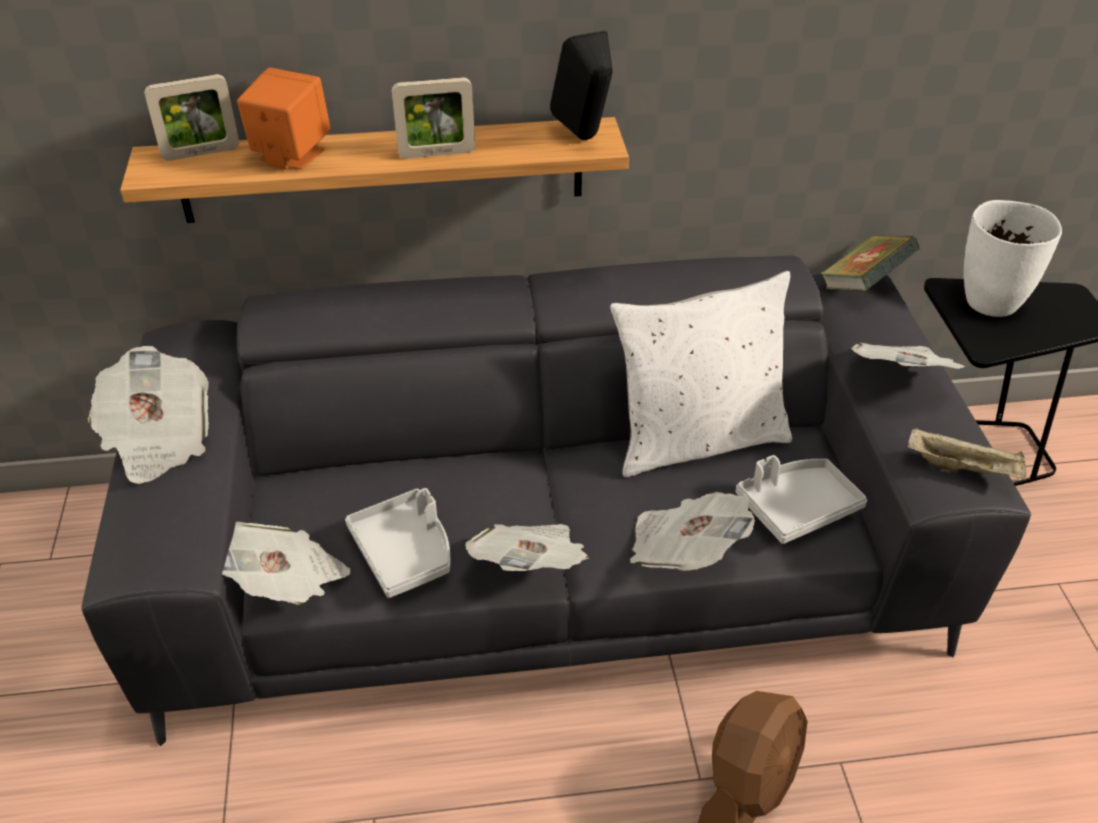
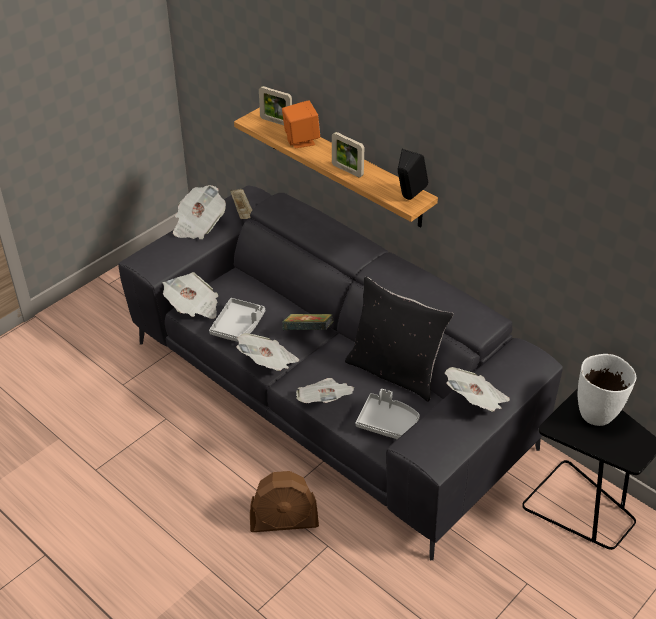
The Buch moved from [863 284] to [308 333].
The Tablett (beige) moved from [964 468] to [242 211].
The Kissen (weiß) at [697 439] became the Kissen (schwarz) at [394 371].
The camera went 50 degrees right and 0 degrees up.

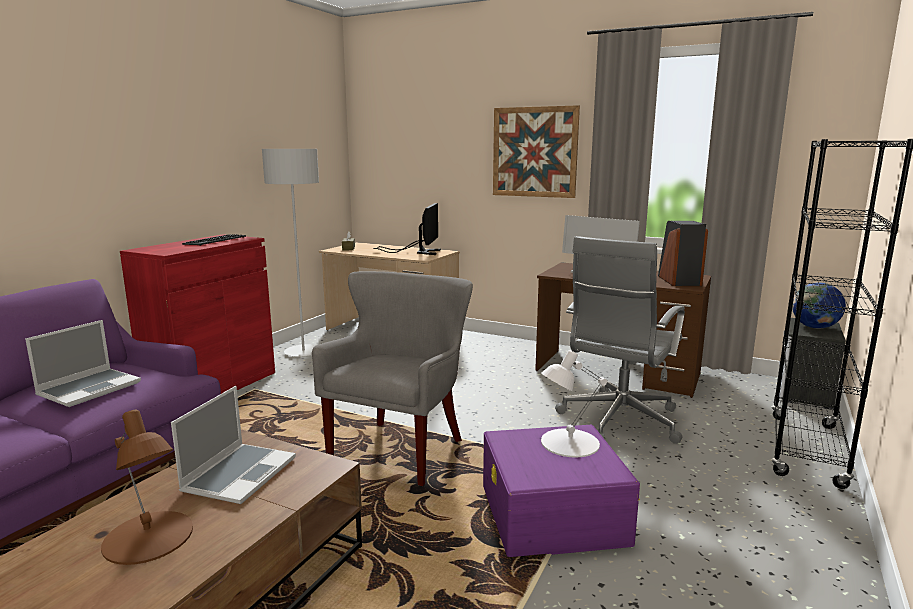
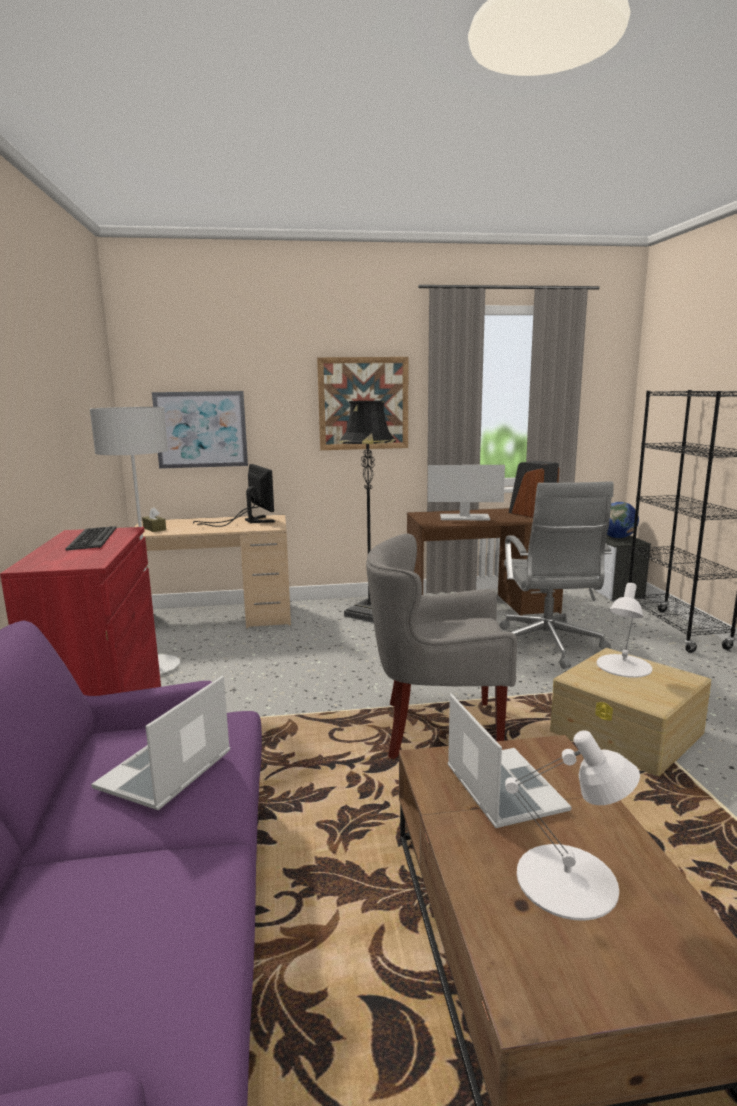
The Bild at [201 429] appeared.
The Stehlampe (schwarz) at [370 614] appeared.
The Tischlampe (braun) at [148 538] became the Tischlampe (weiß) at [568 881].
The Aufbewahrungsbox (lila) at [552 514] became the Aufbewahrungsbox (beige) at [627 733].
The Laptop at [90 388] turned 150 degrees counterclockwise.
The Sessel (grau) at [400 450] turned 75 degrees counterclockwise.
The camera went 35 degrees left and 0 degrees up.

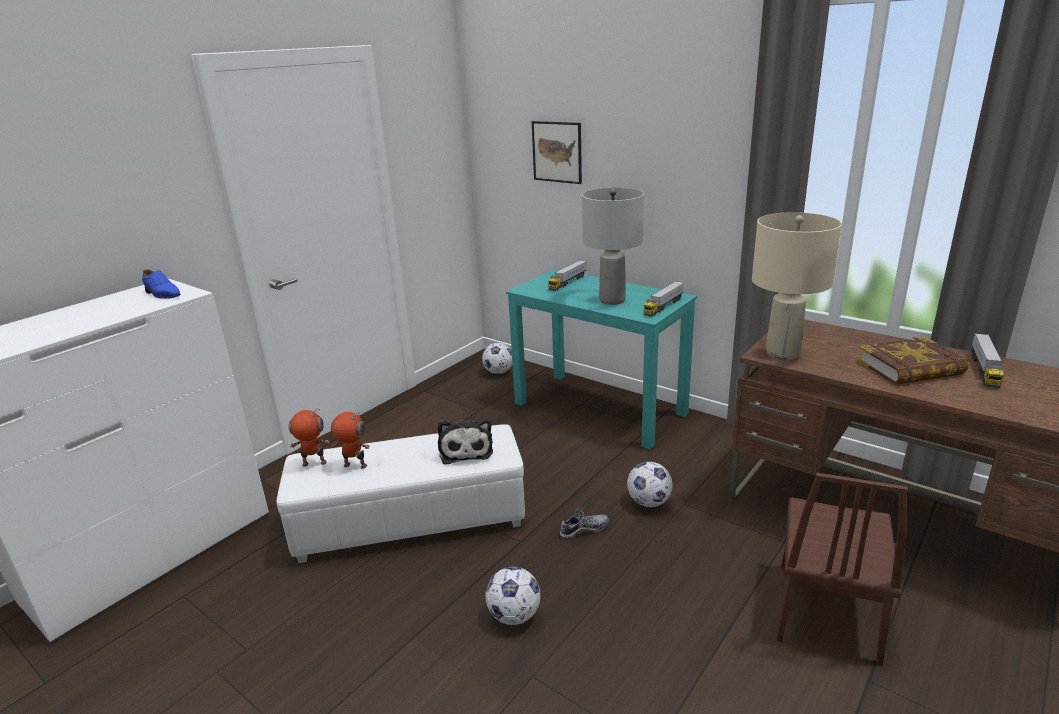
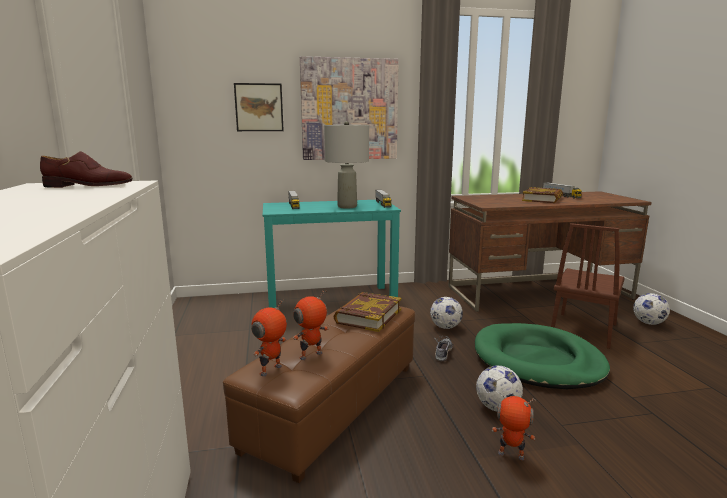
The Tischlampe (beige) at [782 353] disappeared.
The Bild at [349 109] appeared.
The Hundebett (grün) at [537 361] appeared.
The Spielzeugroboter at [511 456] appeared.
The Fußball moved from [499 372] to [648 323].
The Plüschtier at [466 450] was replaced by the Buch at [368 316].
The Schuh (blau) at [162 294] became the Schuh (braun) at [89 186].
The Polsterhocker (weiß) at [411 520] became the Polsterhocker (braun) at [334 404].
The Stuhl (braun) at [827 610] turned 60 degrees clockwise.
The camera went 50 degrees left and 10 degrees down.

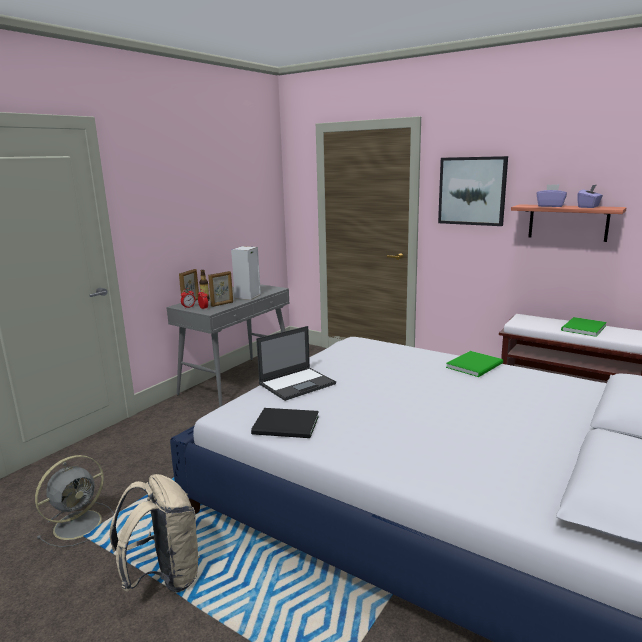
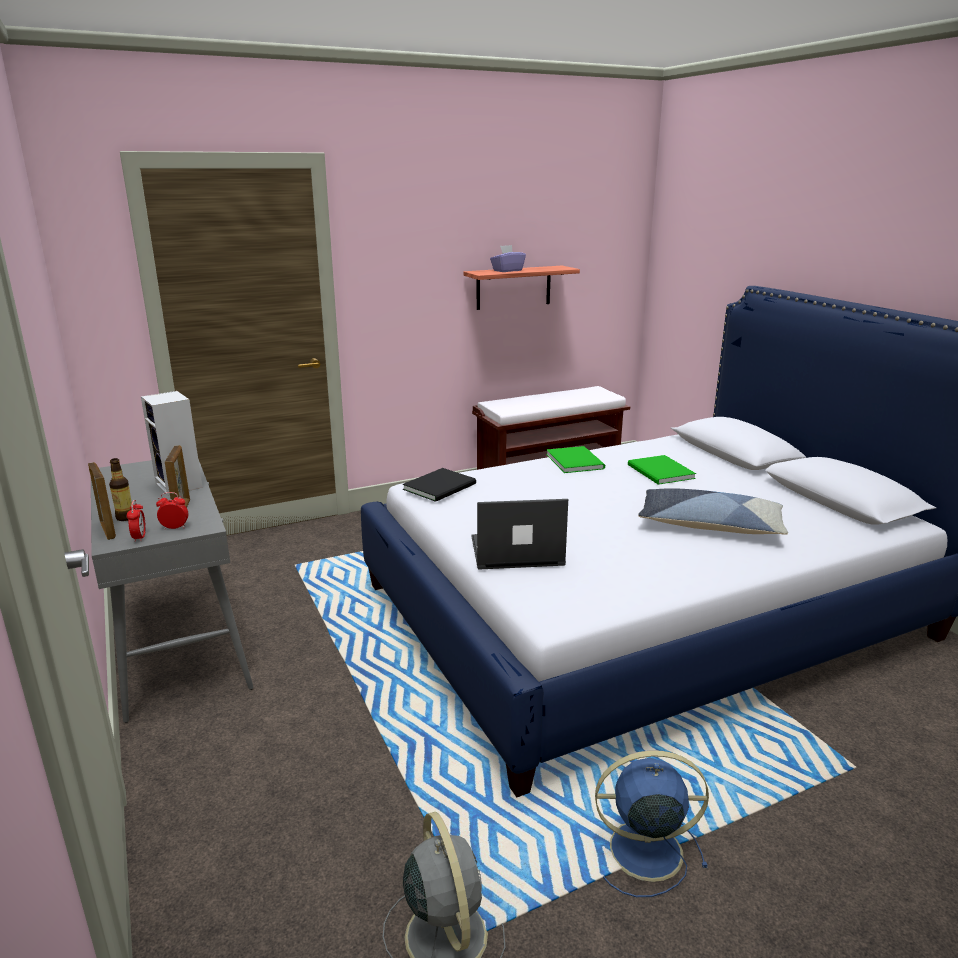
The Bild at [472 191] disappeared.
The Taschentuchbox (lila) at [588 207] disappeared.
The Kissen at [709 525] appeared.
The Buch (schwarz) moved from [287 426] to [442 486].
The Buch (grün) moved from [582 328] to [660 472].
The Rucksack (beige) at [164 577] was replaced by the Ventilator (blau) at [641 850].
The Laptop at [297 383] turned 90 degrees counterclockwise.
The camera went 60 degrees left and 5 degrees up.

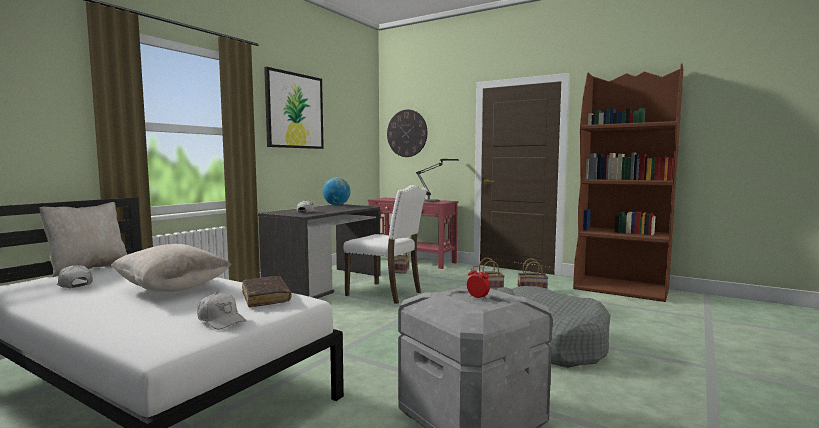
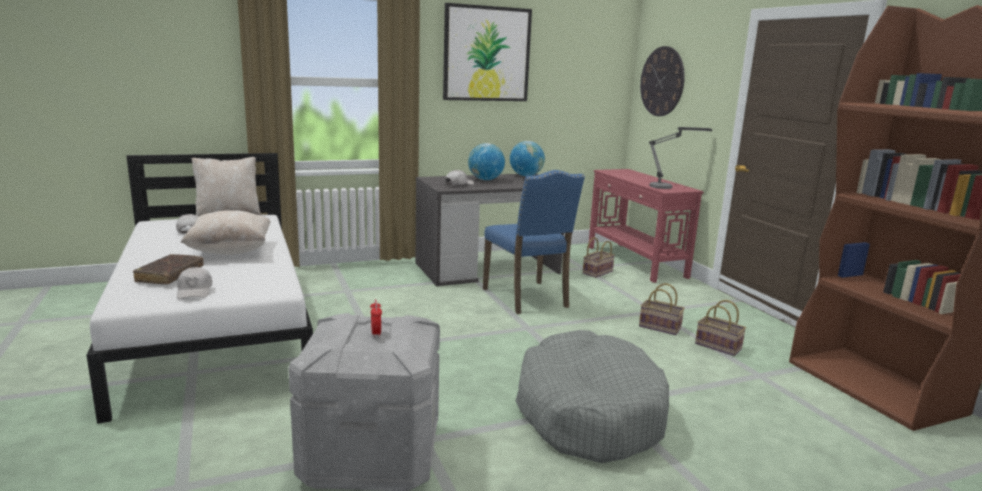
The Globus at [485 180] appeared.
The Buch (braun) moved from [266 297] to [170 275].
The Stuhl (weiß) at [386 293] became the Stuhl (blau) at [527 298].
The camera went 35 degrees right and 10 degrees up.

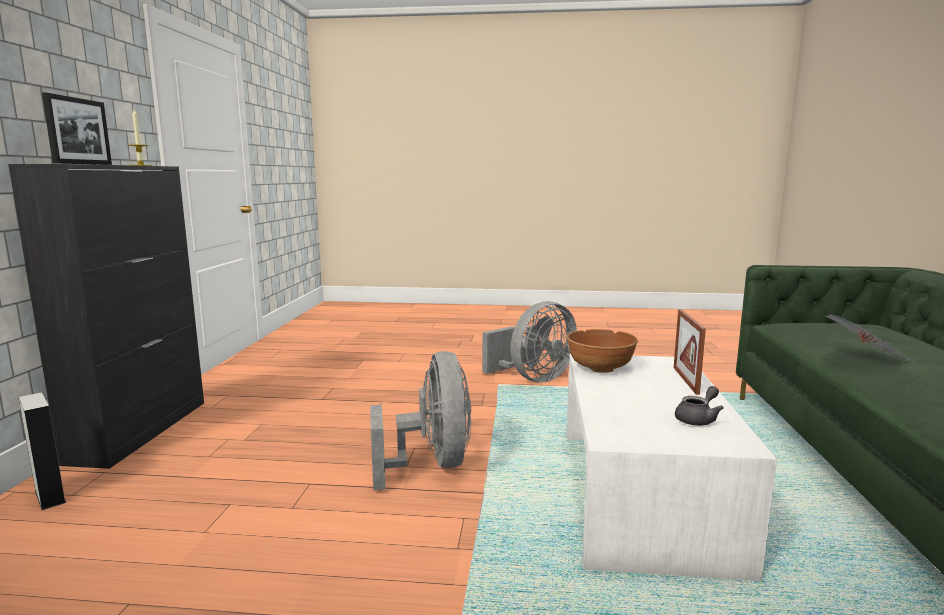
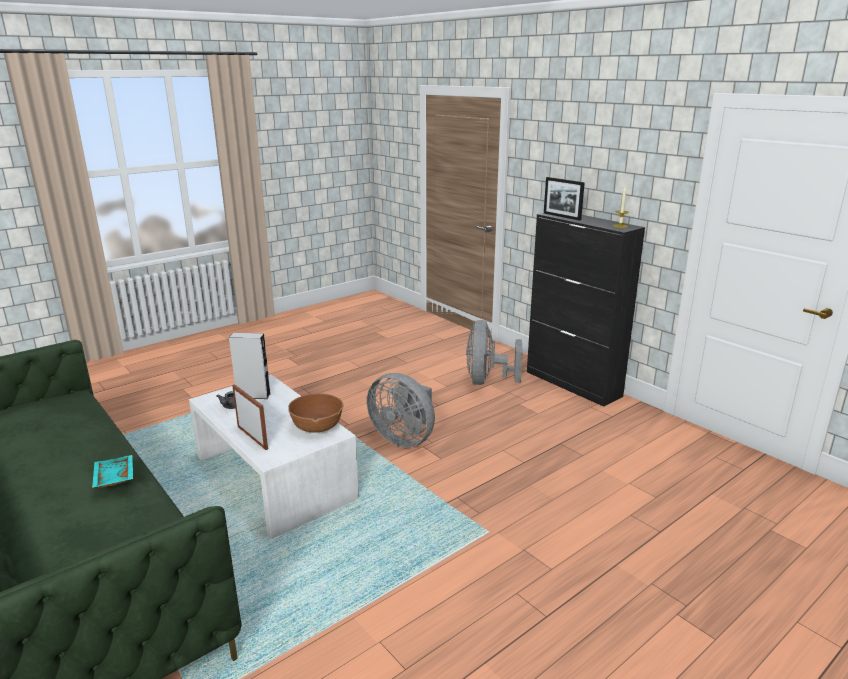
The Lautsprecher (grau) moved from [50 496] to [253 395].
The Ventilator (grau) moved from [533 378] to [487 380].
The Zeitung at [866 357] was replaced by the Tablett (türkis) at [113 478].
The camera went 135 degrees right and 10 degrees up.

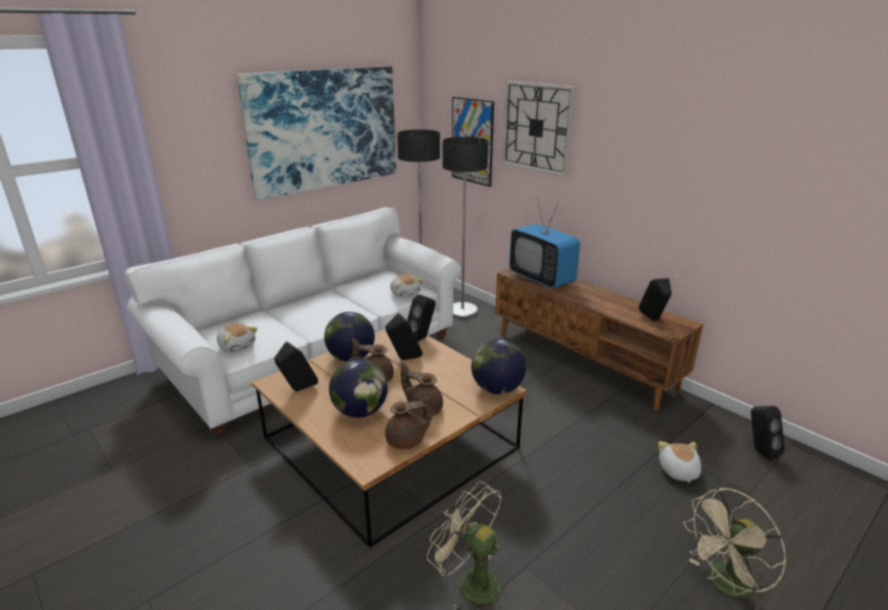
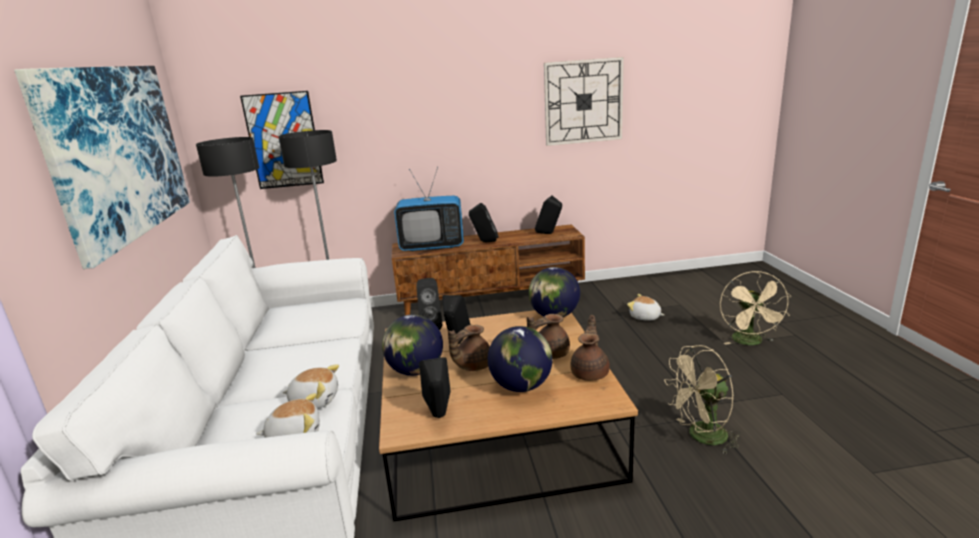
The Plüschtier moved from [405 293] to [315 400].
The Wanduhr moved from [537 127] to [583 101].
The Lautsprecher (schwarz) moved from [759 451] to [484 242].
The camera went 55 degrees left and 5 degrees down.

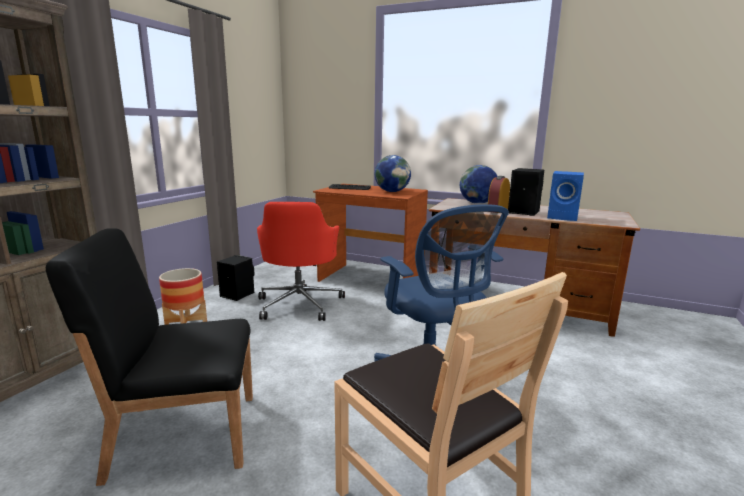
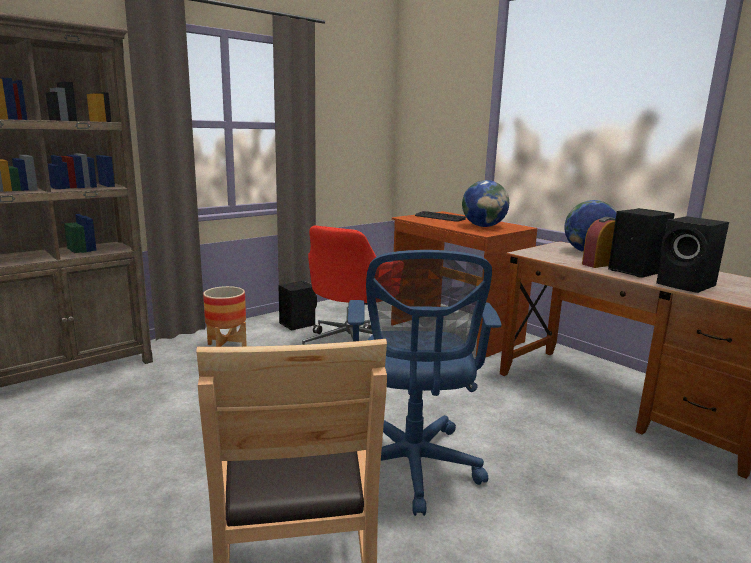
The Stuhl (schwarz) at [183 435] disappeared.
The Lautsprecher (blau) at [564 217] became the Lautsprecher (schwarz) at [687 285].
The camera went 25 degrees right and 0 degrees up.

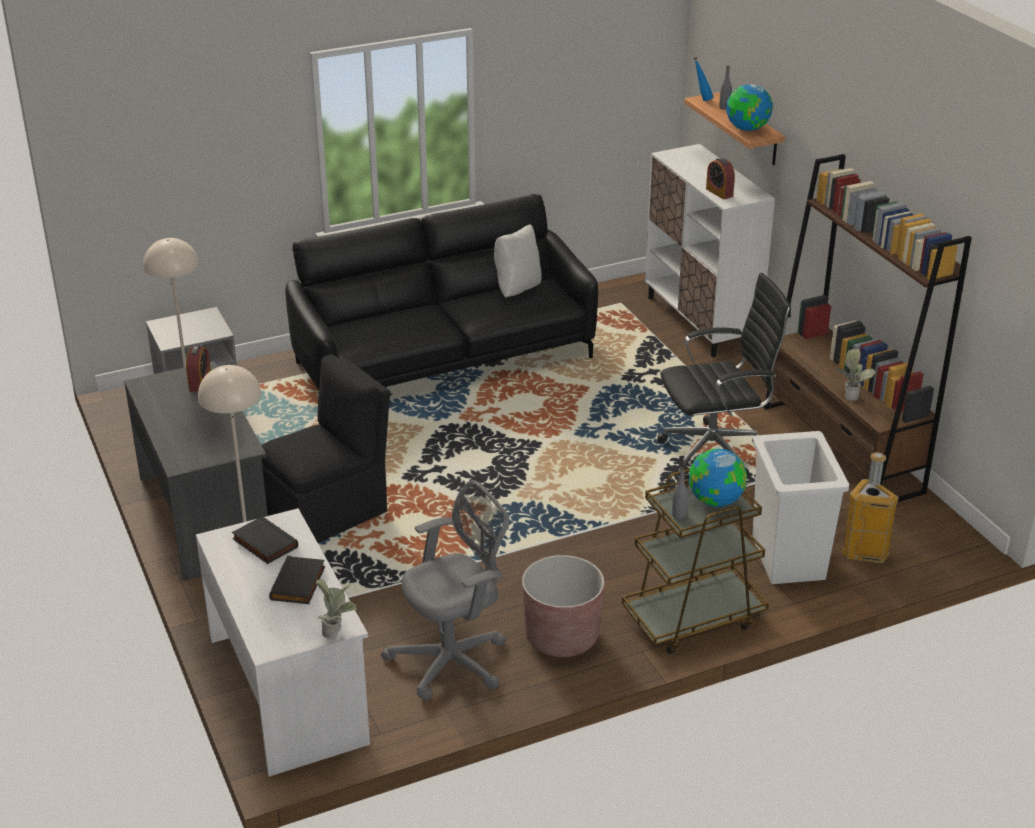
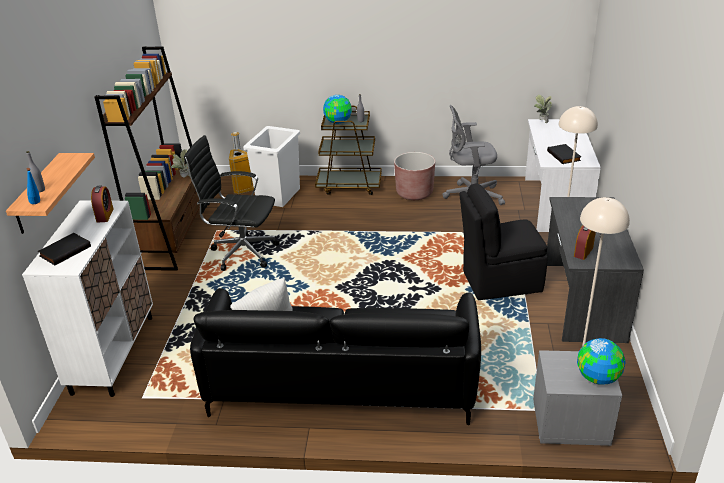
The Buch (schwarz) moved from [299 584] to [65 251].
The Globus moved from [747 129] to [598 377].
The camera went 150 degrees left and 0 degrees up.

